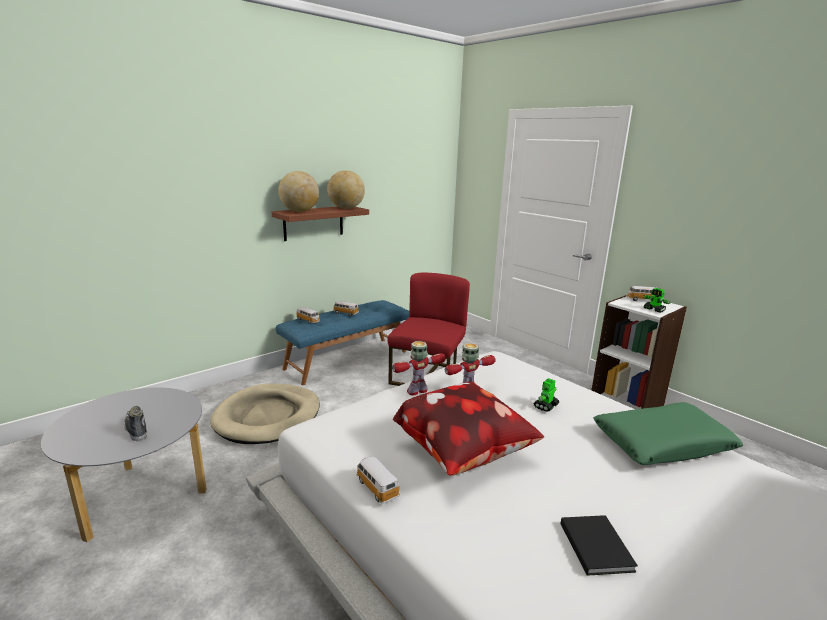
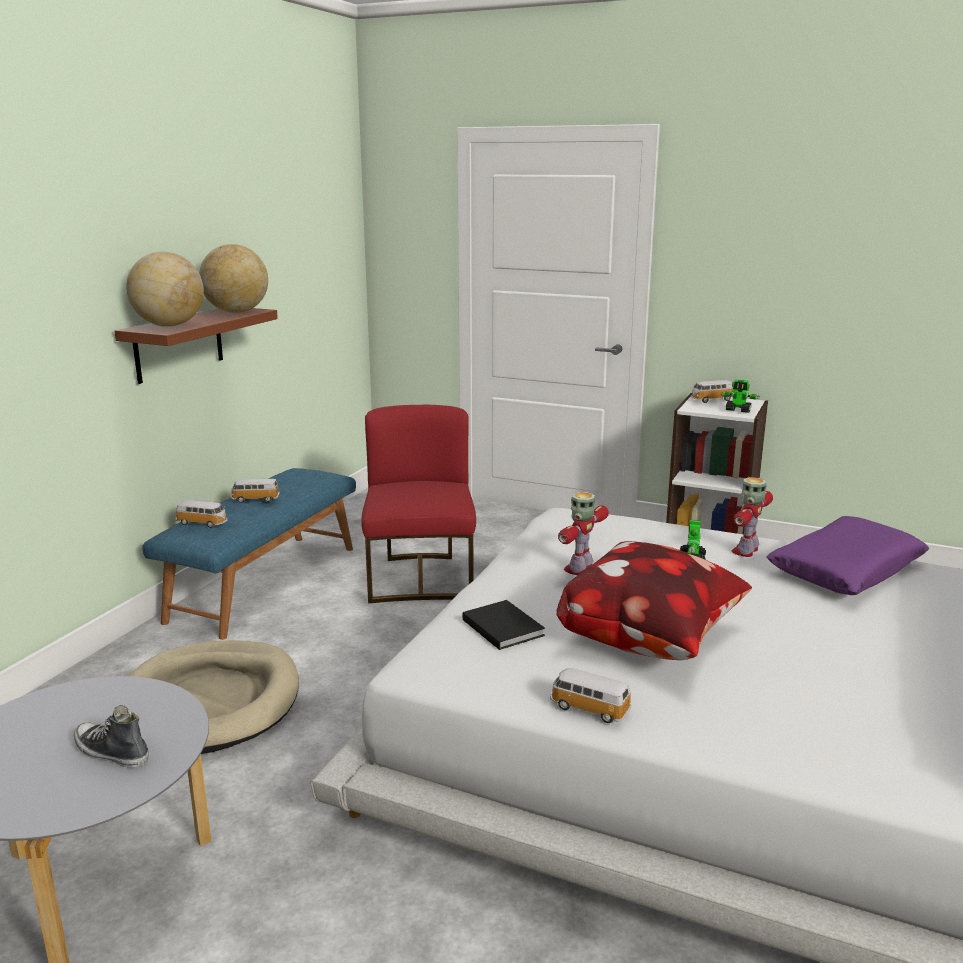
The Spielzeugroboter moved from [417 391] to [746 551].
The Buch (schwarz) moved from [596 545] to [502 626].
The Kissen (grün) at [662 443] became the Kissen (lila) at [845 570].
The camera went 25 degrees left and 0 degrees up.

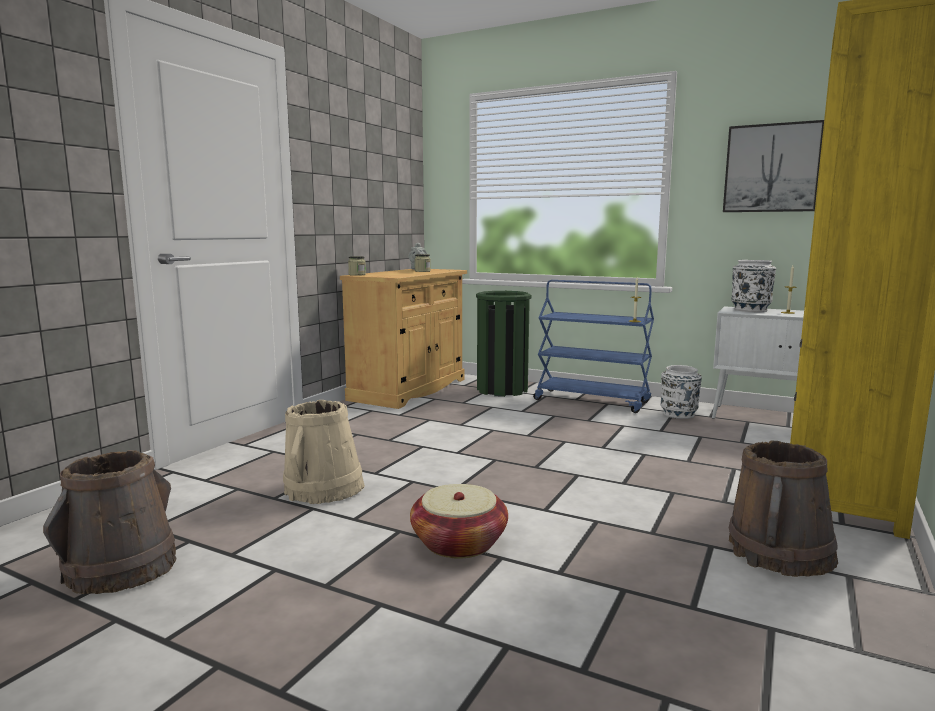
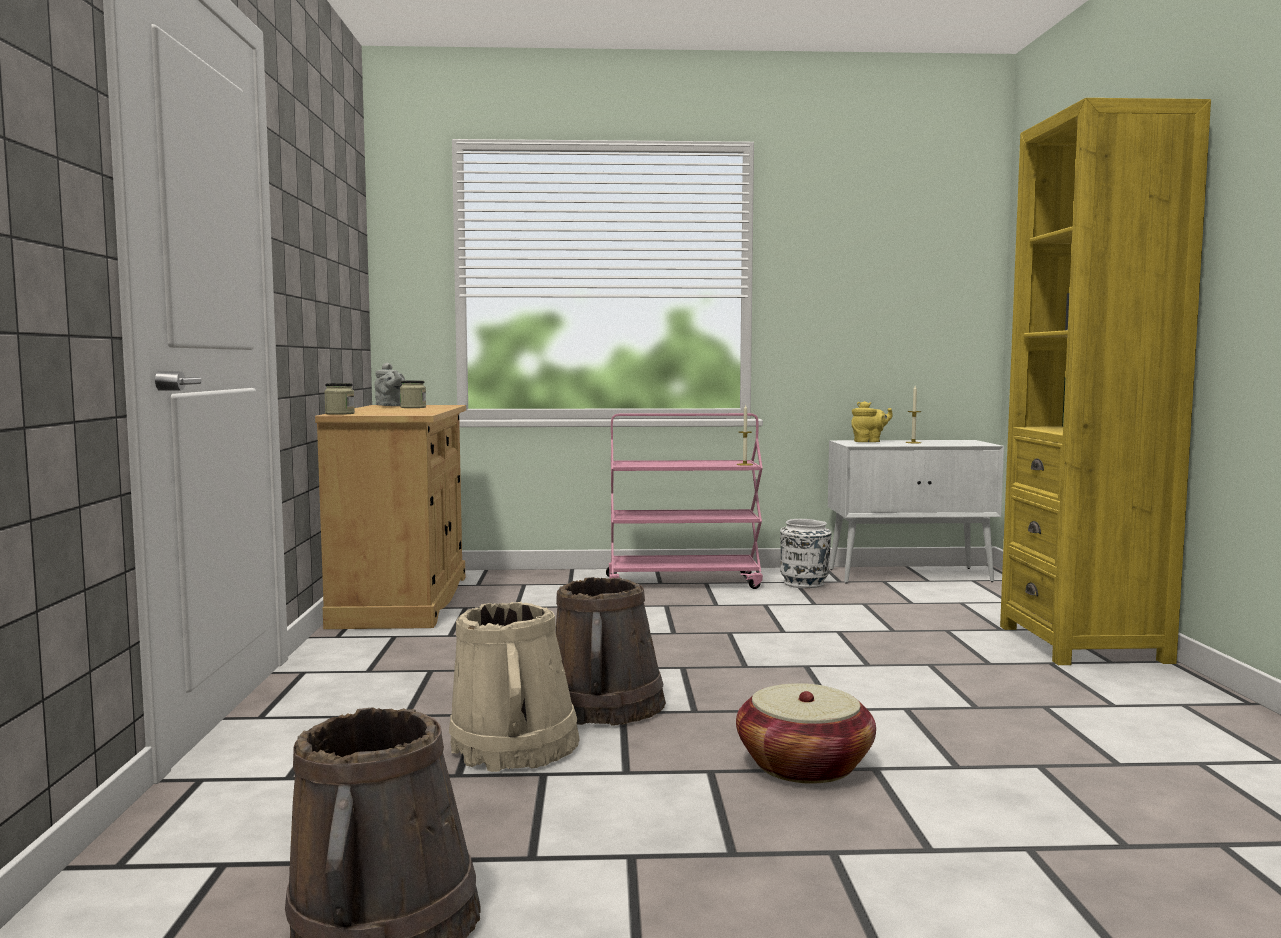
The Mülleimer (grün) at [502 390] disappeared.
The Bild at [771 168] disappeared.
The Eimer (braun) moved from [779 553] to [607 707].
The Vase (weiß) at [750 310] was replaced by the Teekanne (gelb) at [869 442].
The Rollwagen (blau) at [592 401] became the Rollwagen (rosa) at [683 582].
The camera went 30 degrees left and 5 degrees down.

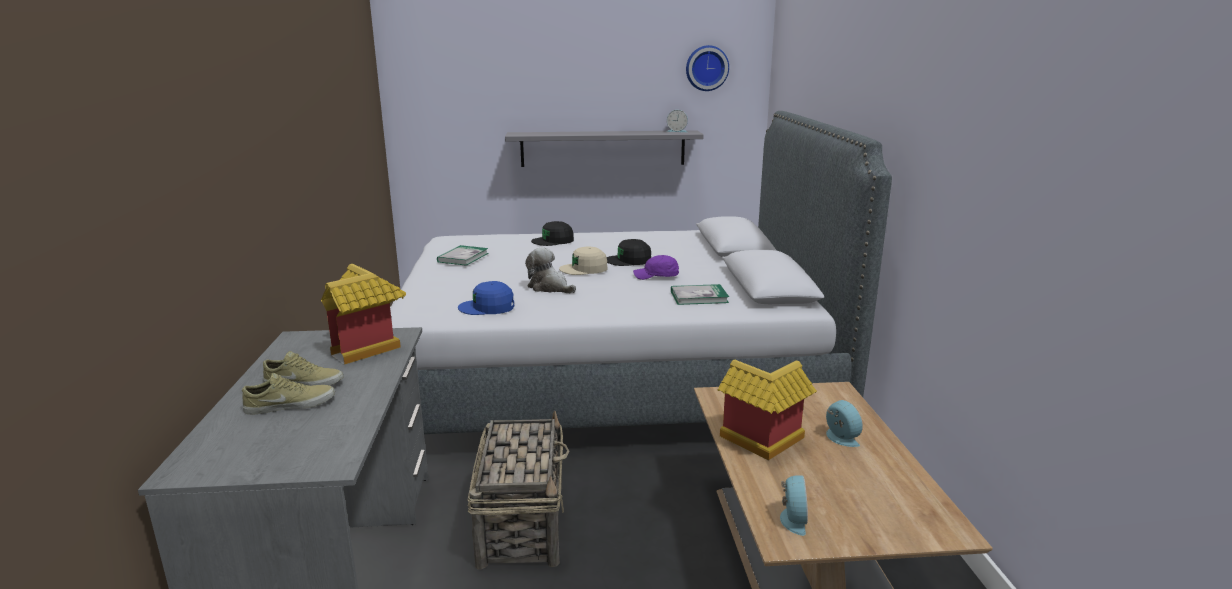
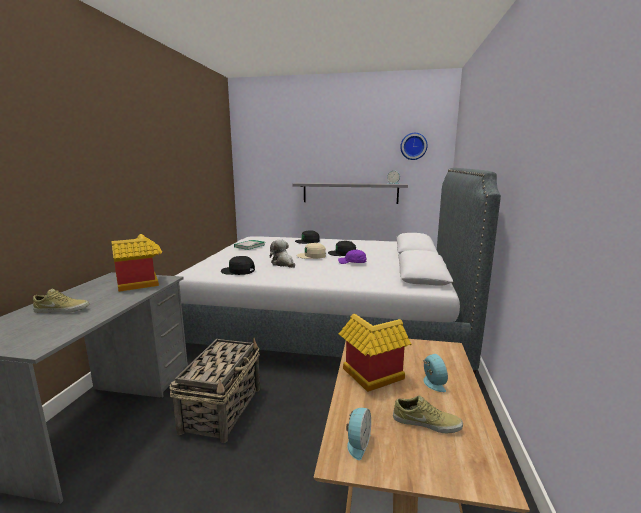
The Buch at [699 297] disappeared.
The Schuh (beige) moved from [305 383] to [426 422].
The Kappe (blau) at [487 307] became the Kappe (schwarz) at [238 271].
The camera went 15 degrees right and 5 degrees down.

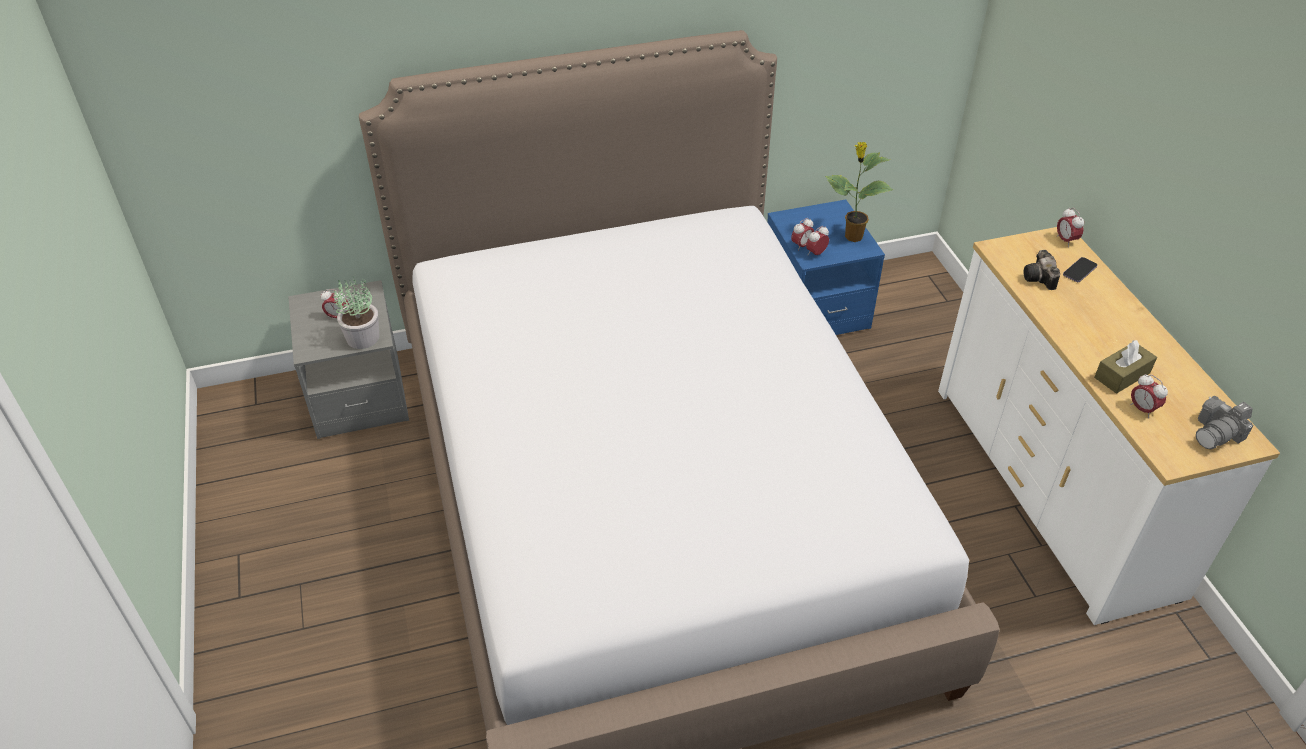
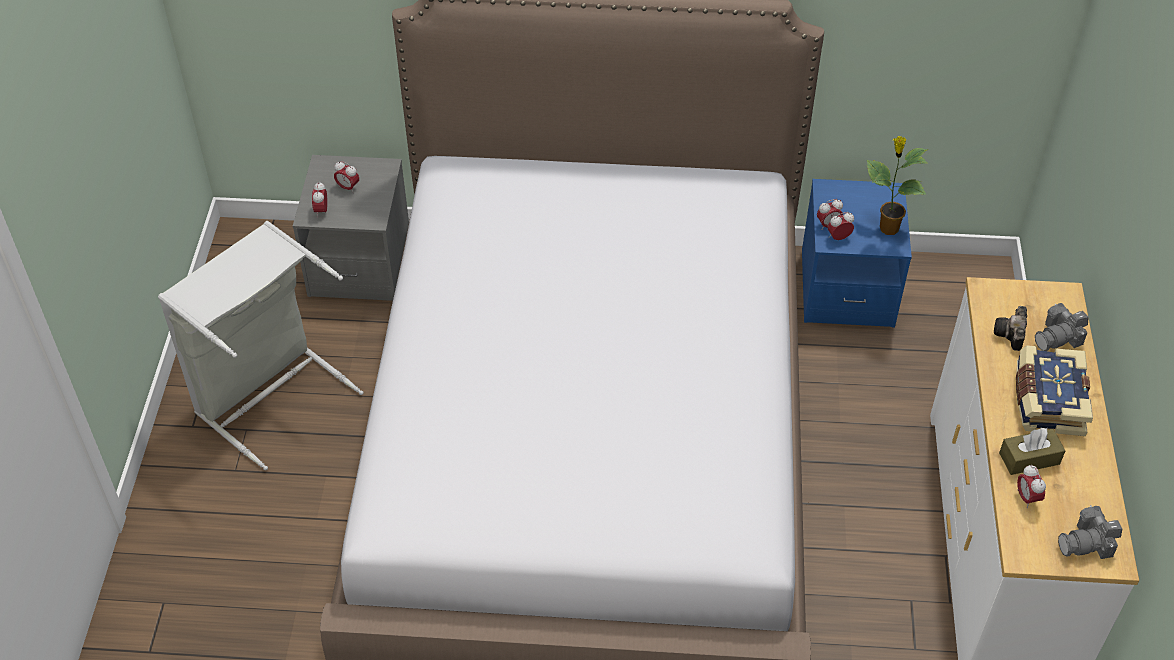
The Topfpflanze at [363 337] disappeared.
The Wäschekorb (grau) at [269 395] appeared.
The Buch at [1047 401] appeared.
The Wecker moved from [1065 240] to [321 211].
The Handy at [1079 271] was replaced by the Kamera at [1058 337].
The camera went 20 degrees right and 5 degrees up.

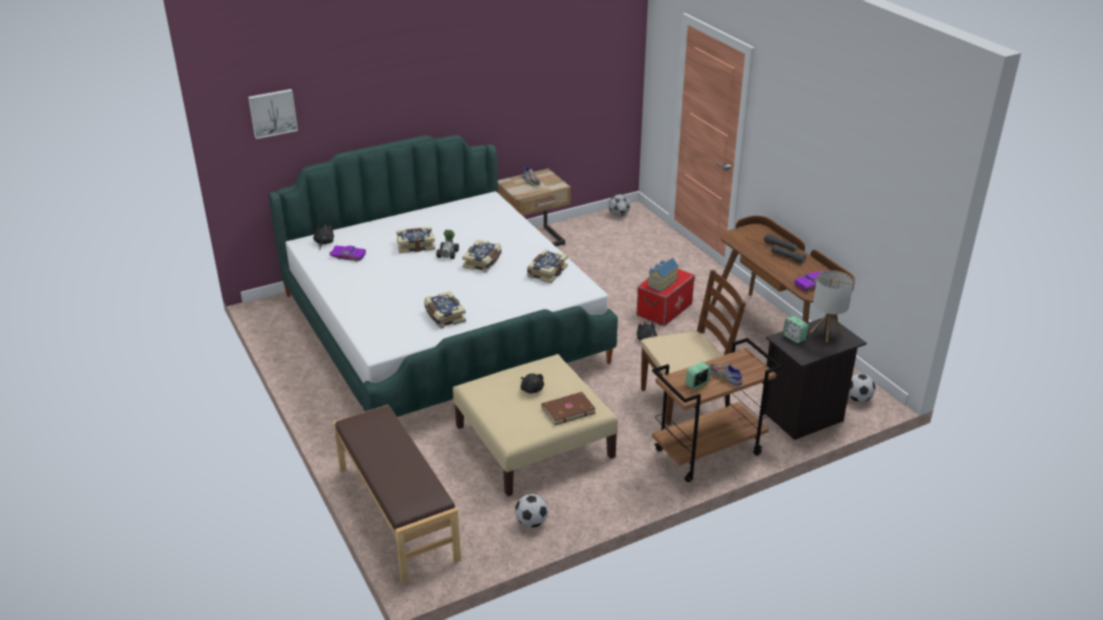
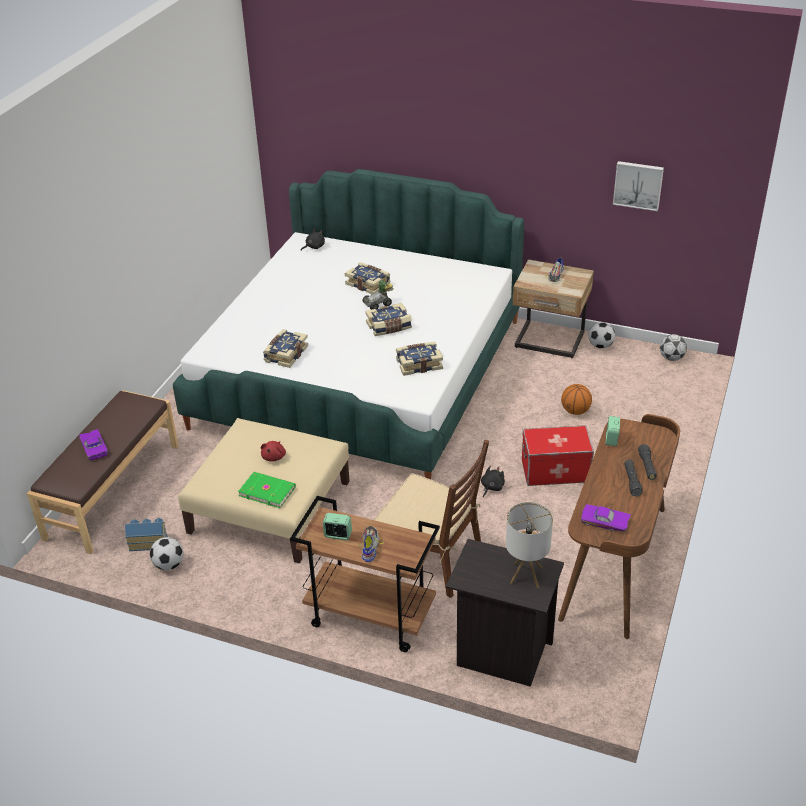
The Basketball at [575 411] appeared.
The Bild moved from [272 113] to [638 185].
The Spielzeugauto (lila) moved from [348 256] to [95 447].
The Spielzeughaus moved from [661 283] to [148 542].
The Wecker moved from [794 337] to [611 439].
The Fußball moved from [858 399] to [600 346].
The Plüschtier (schwarz) at [531 389] became the Plüschtier (rot) at [274 457].
The Buch (braun) at [567 410] became the Buch (grün) at [267 491].
The camera went 50 degrees right and 5 degrees up.

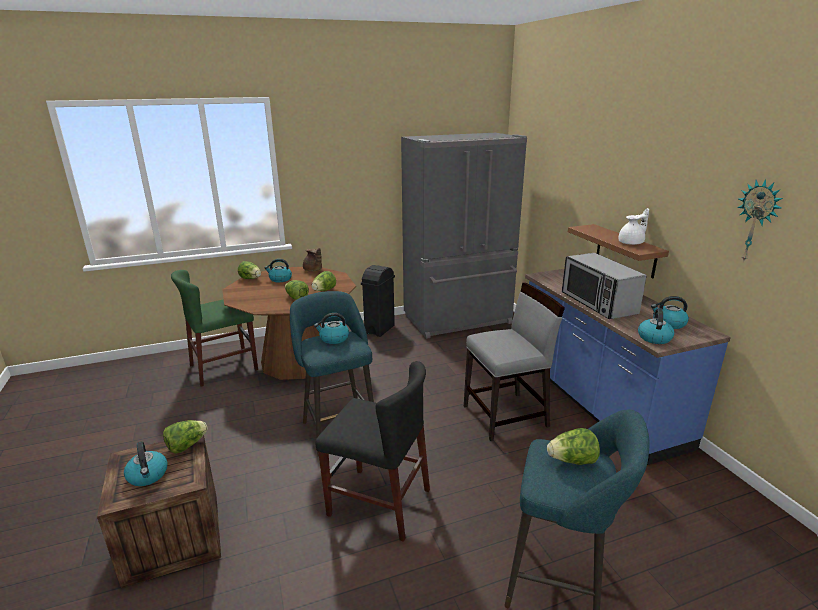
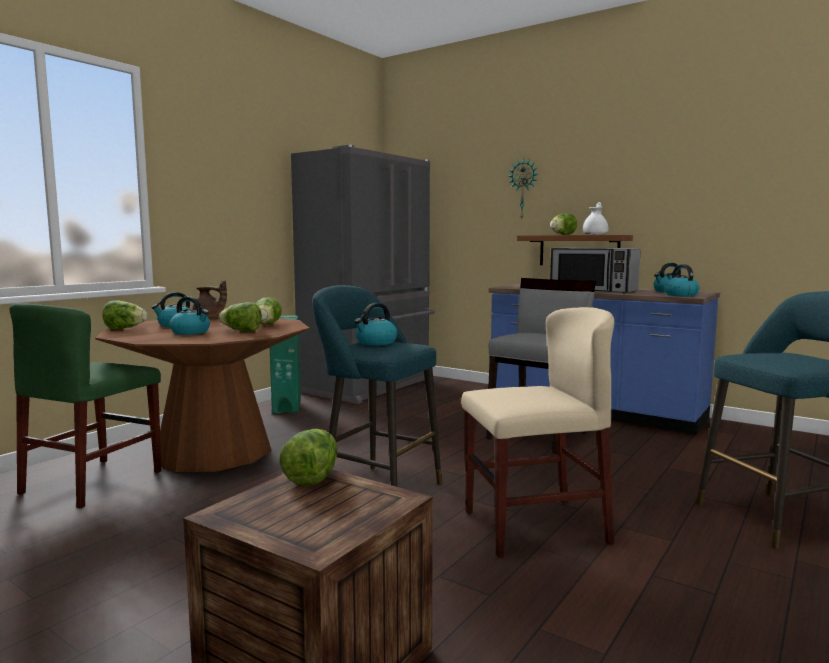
The Wasserkessel moved from [148 475] to [191 332].
The Salatkopf moved from [572 461] to [562 234].
The Wanduhr moved from [756 221] to [523 189].
The Stuhl (schwarz) at [379 502] became the Stuhl (beige) at [534 526].
The Mülleimer (schwarz) at [380 329] became the Mülleimer (grün) at [287 407].
The camera went 35 degrees left and 15 degrees down.

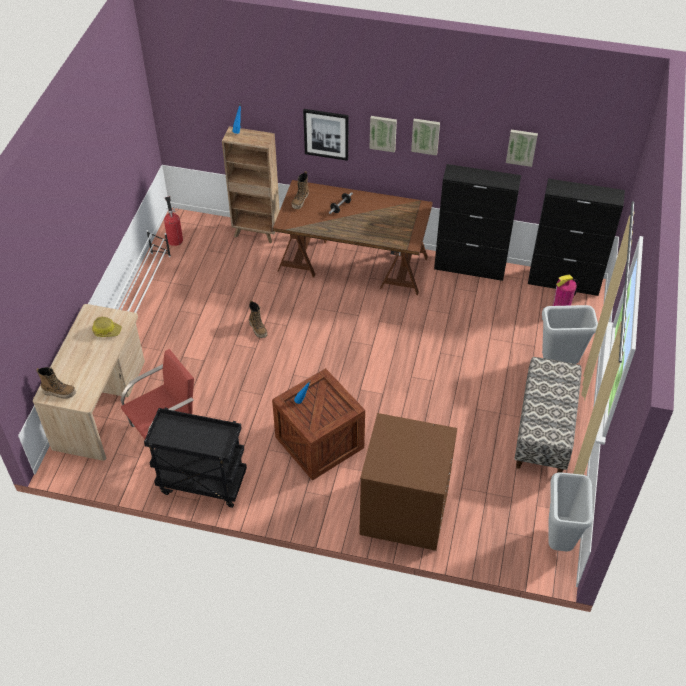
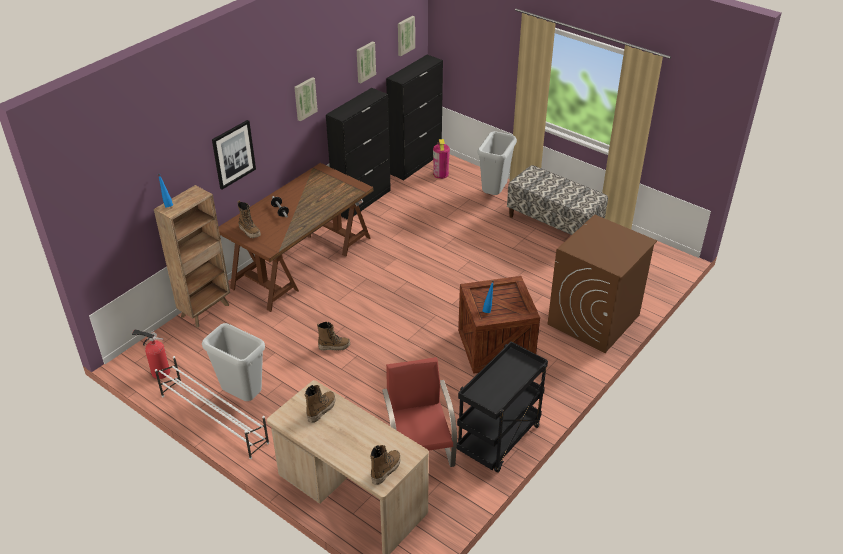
The Bild moved from [383 133] to [405 35].
The Mülleimer (grau) moved from [559 540] to [243 396].
The Schutzhelm at [106 330] was replaced by the Stiefel at [321 409].
The camera went 65 degrees left and 10 degrees down.

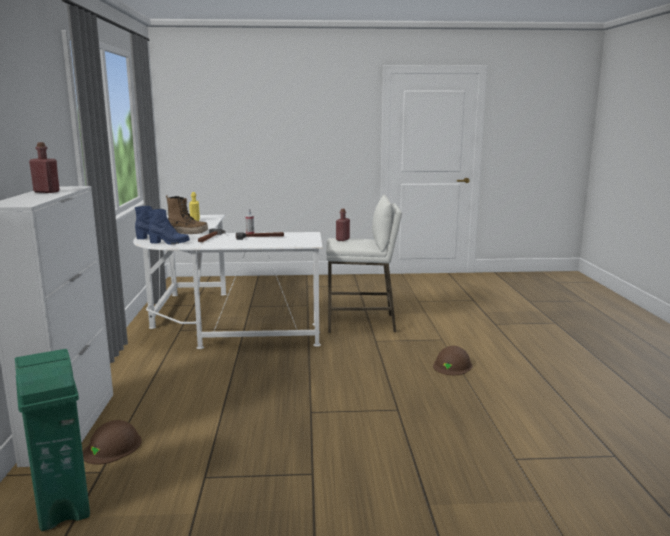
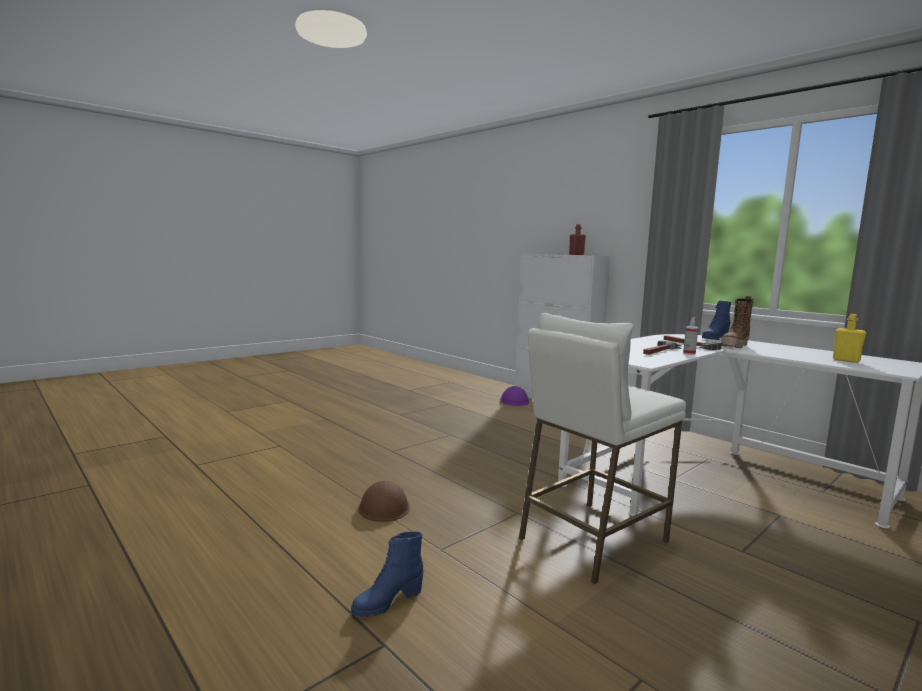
The Mülleimer (grün) at [62 503] disappeared.
The Flasche (rot) at [342 239] disappeared.
The Stiefel (blau) moved from [169 243] to [387 602].
The Schutzhelm (braun) at [112 447] became the Schutzhelm (lila) at [514 401].
The camera went 140 degrees right and 5 degrees down.

